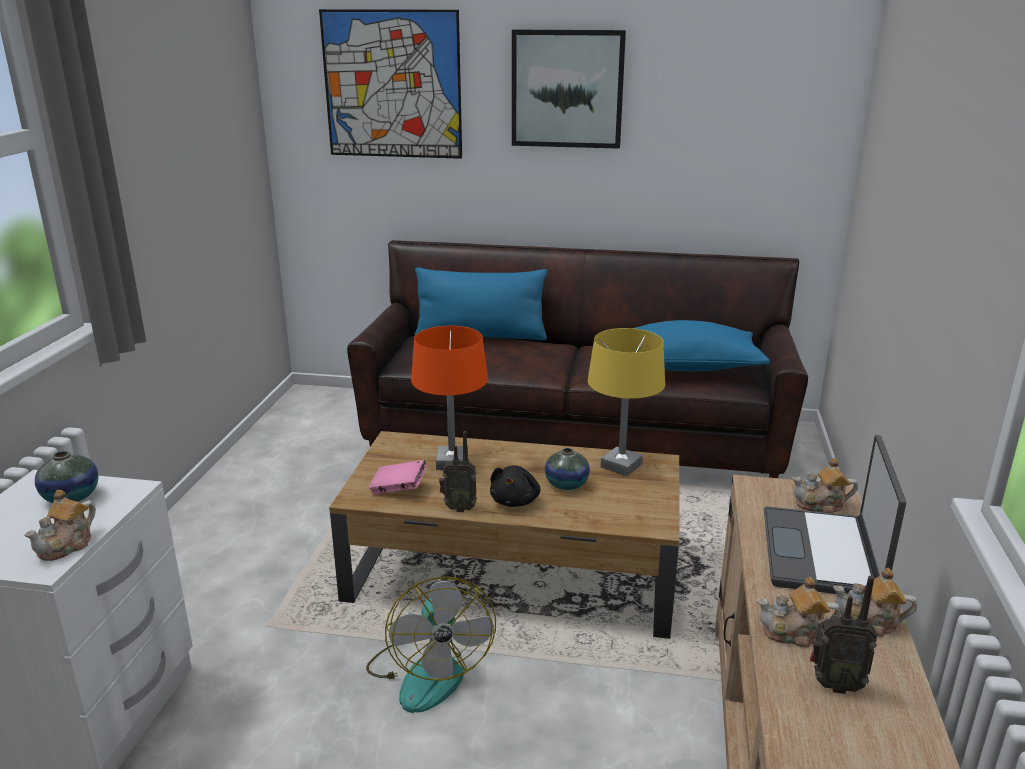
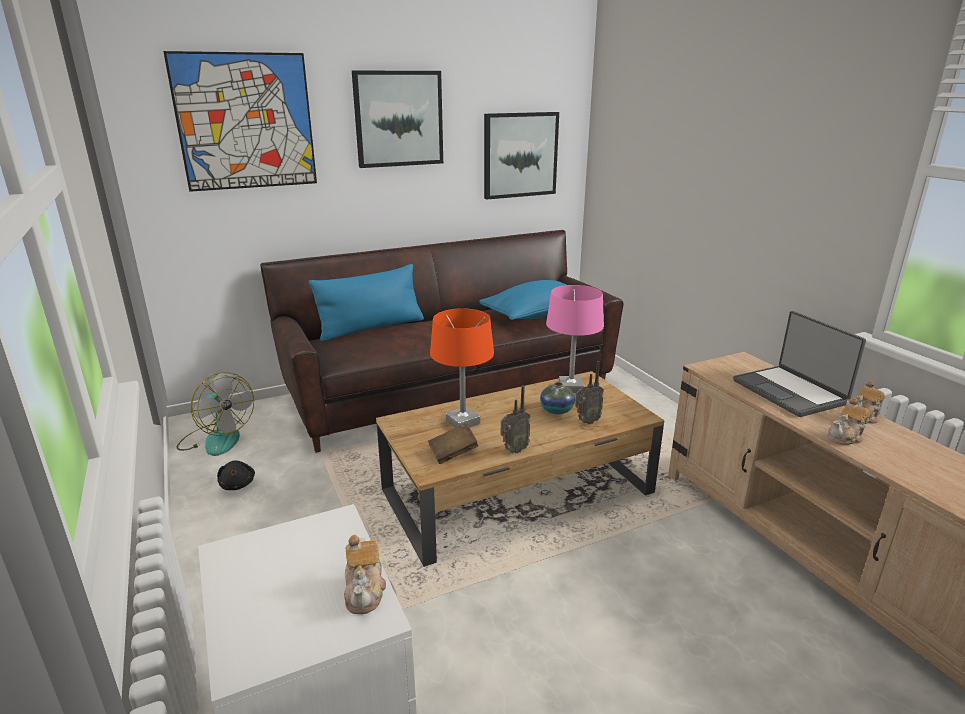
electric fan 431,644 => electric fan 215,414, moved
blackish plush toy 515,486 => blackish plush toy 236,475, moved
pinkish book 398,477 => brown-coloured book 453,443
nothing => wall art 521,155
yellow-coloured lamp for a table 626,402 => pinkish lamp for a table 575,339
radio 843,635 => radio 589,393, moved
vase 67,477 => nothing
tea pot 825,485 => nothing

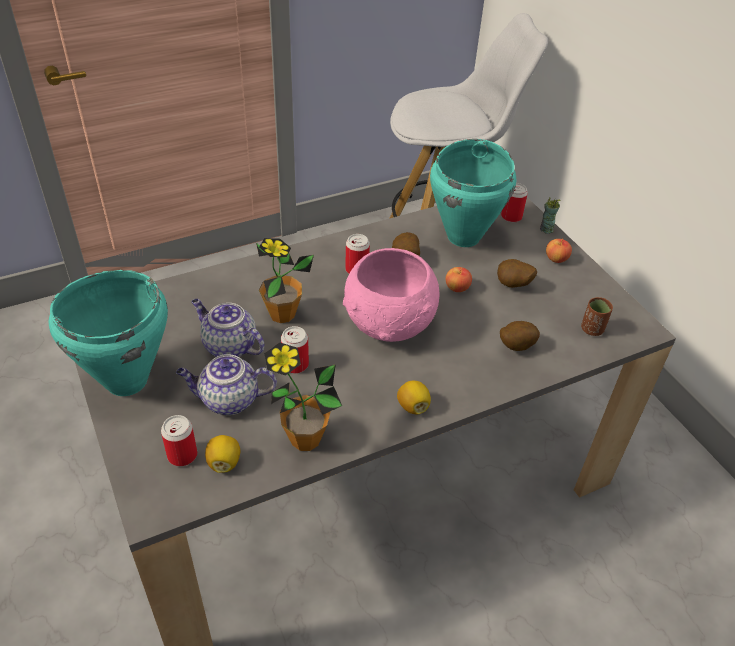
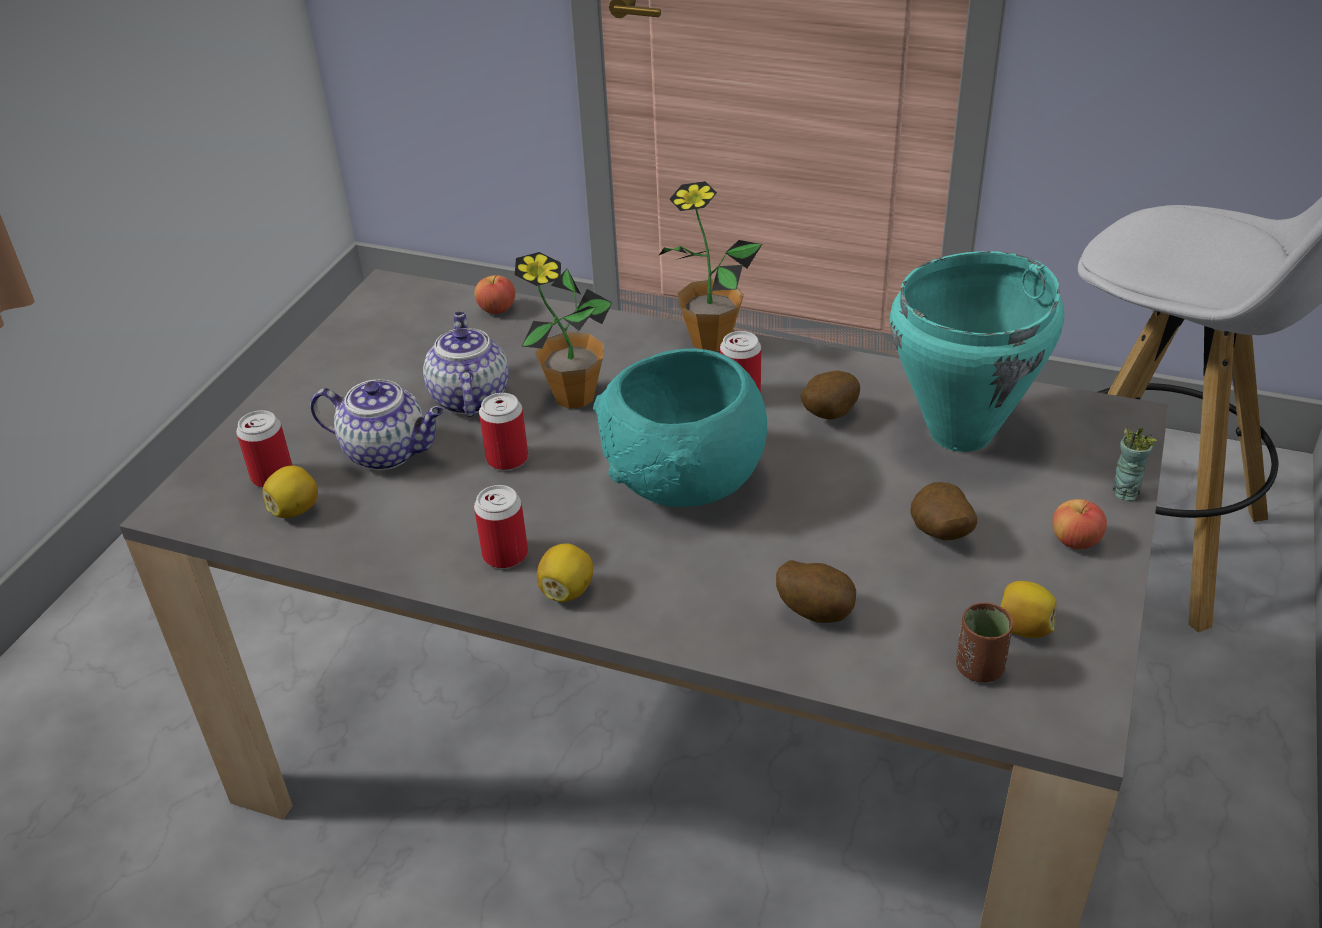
tea pot 226,384 => tea pot 377,424, 150 degrees clockwise
can 514,202 => can 501,527, moved
whole apple 459,279 => whole apple 495,294, moved
pinkish deep dish 391,295 => blue-green deep dish 680,427
plant in a pot 303,396 => plant in a pot 710,266, moved
nothing => lemon 1029,609
blue-green cooking pot 108,333 => nothing

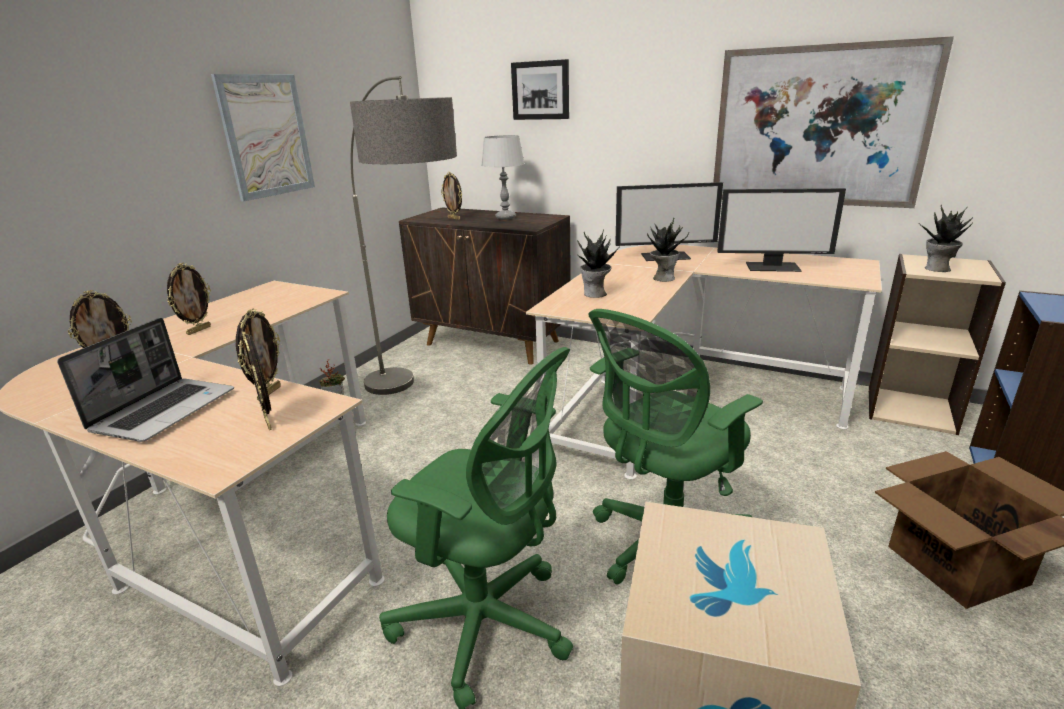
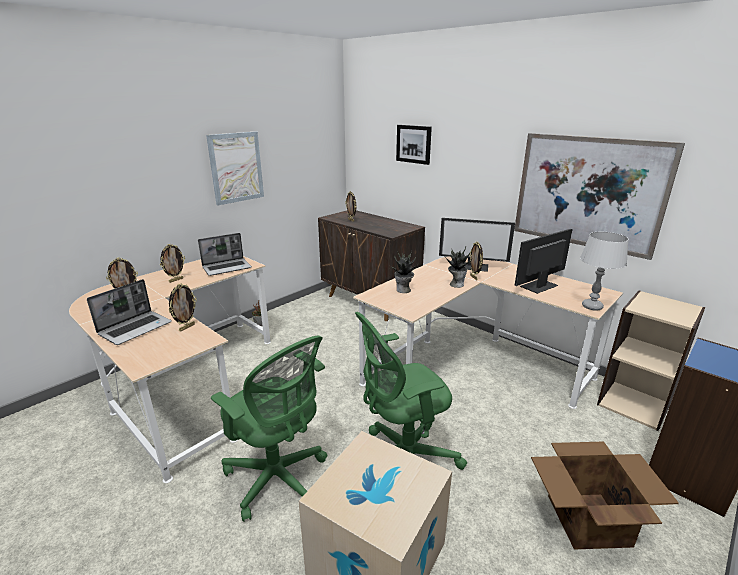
nothing => laptop 225,254
photo frame 257,380 => photo frame 476,260, moved
monitor 781,230 => monitor 544,261, 120 degrees clockwise
greyish lamp for a table 503,177 => greyish lamp for a table 604,271, moved
standing lamp 403,235 => nothing
plant in a pot 947,238 => nothing

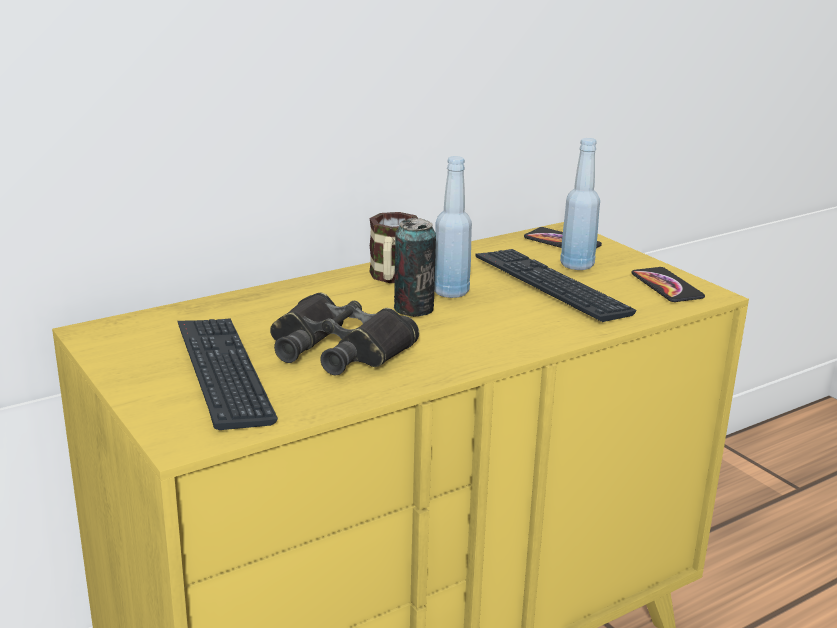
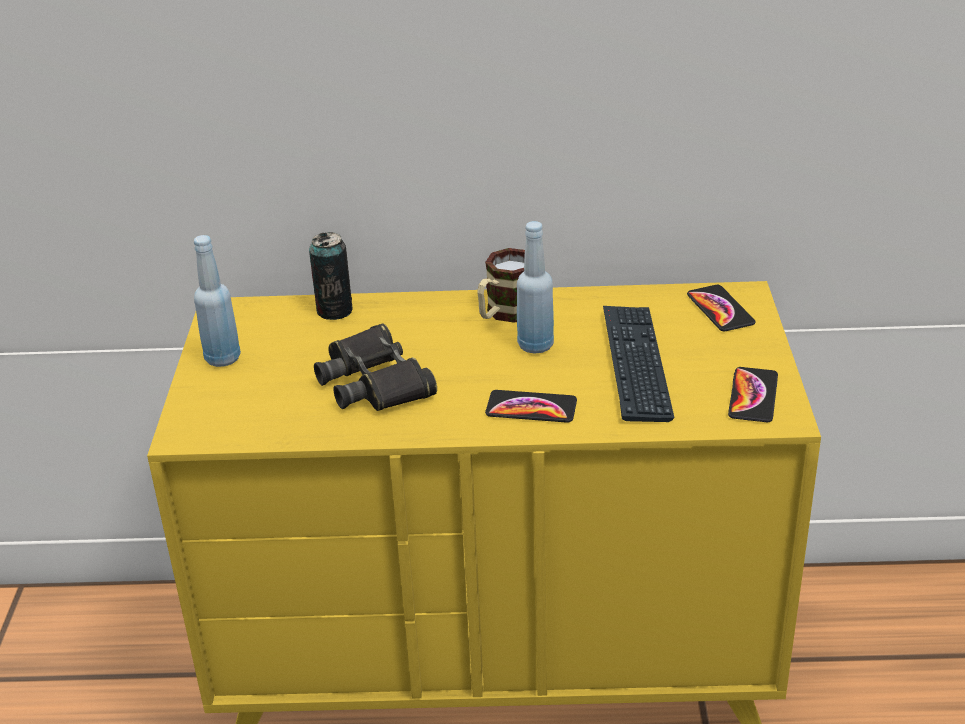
blue-coloured drink bottle 580,204 => blue-coloured drink bottle 217,301, moved
can 415,267 => can 331,276, moved
nothing => phone 531,406
computer keyboard 228,374 => nothing

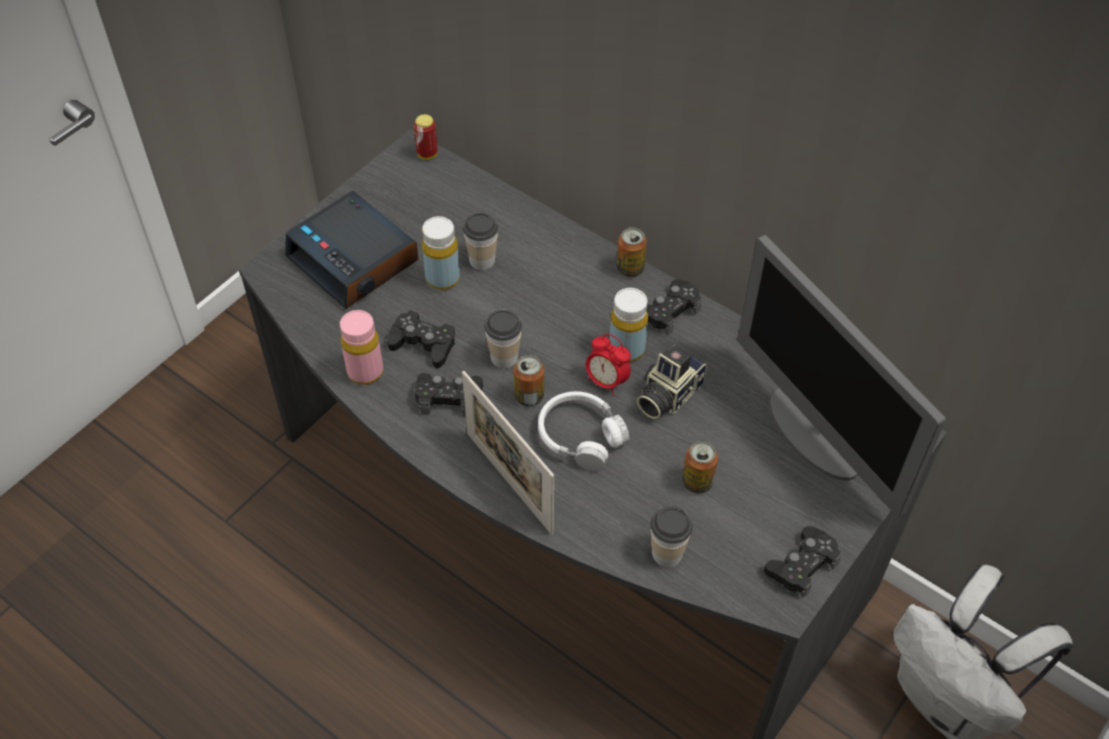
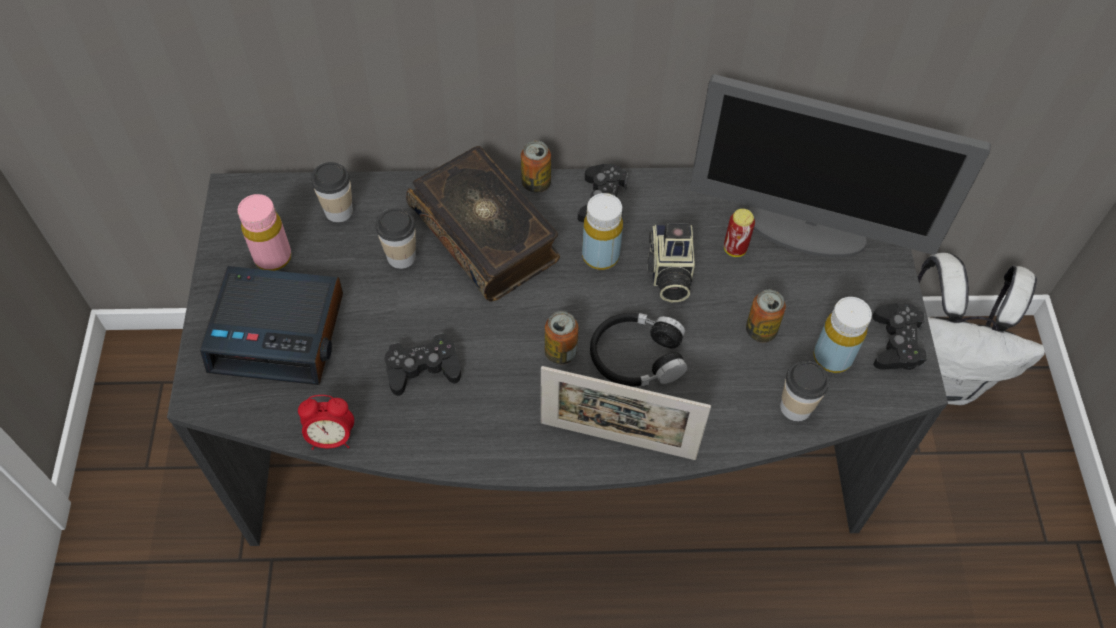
pinkish drink bottle 361,347 => pinkish drink bottle 265,232, moved
bedside clock 608,365 => bedside clock 326,422, moved
drinking cup 503,339 => drinking cup 332,192, moved
nothing => book 483,224
whitish headphones 583,431 => blackish headphones 638,350
can 426,137 => can 739,233, moved
yellow-coloured drink bottle 441,253 => yellow-coloured drink bottle 843,335, moved
blackish gamepad 449,394 => nothing

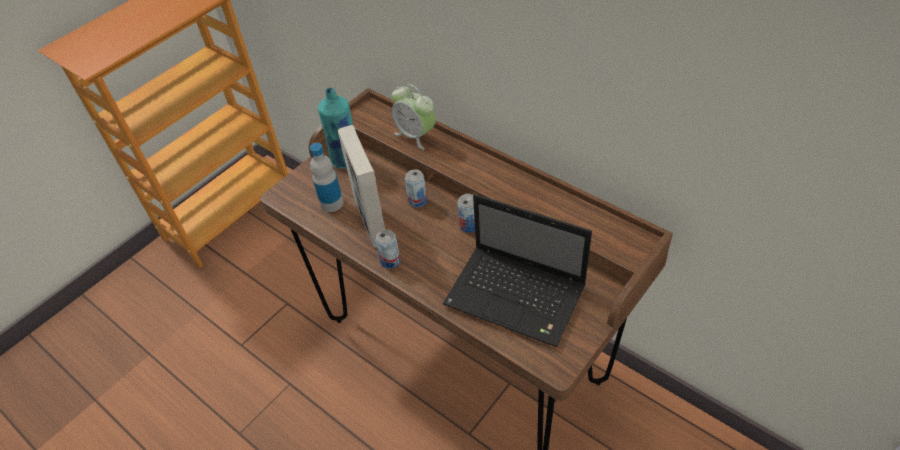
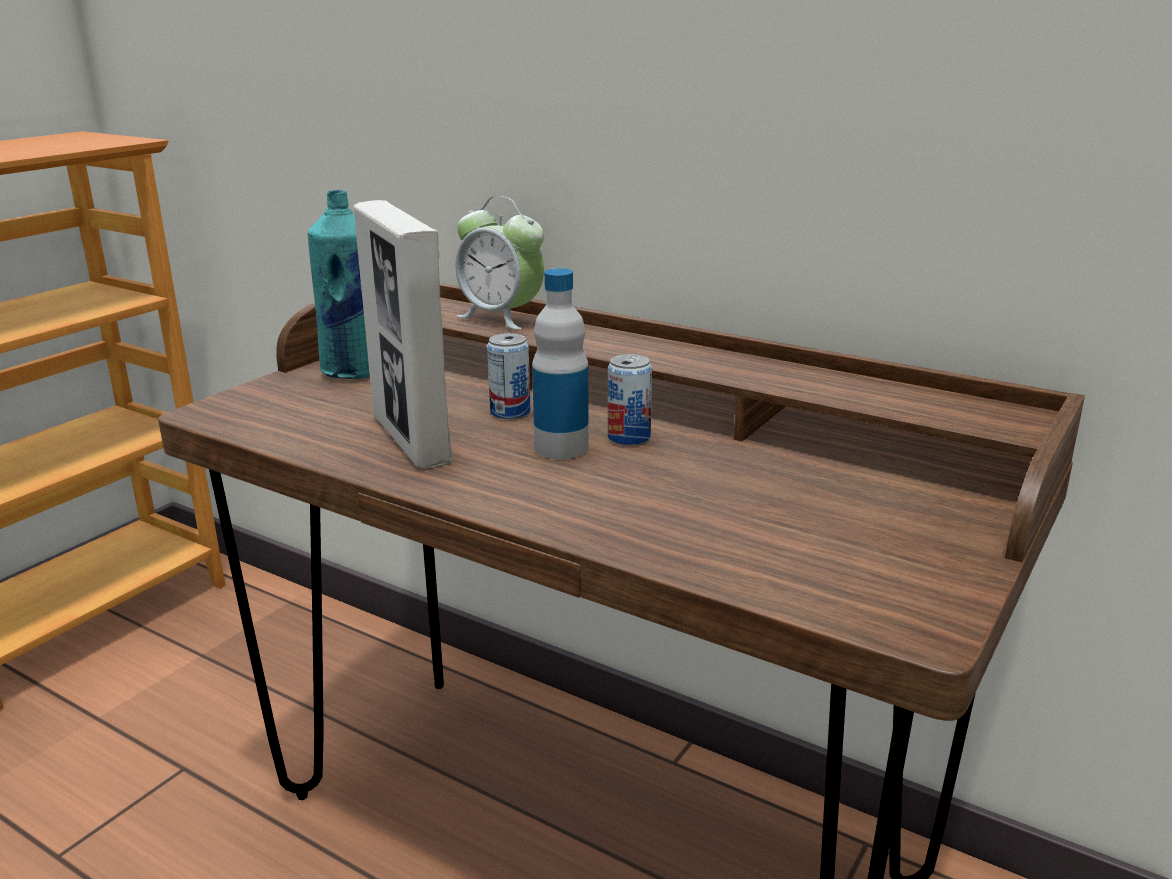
drink bottle 327,177 => drink bottle 560,363, moved
can 387,249 => nothing
laptop 517,270 => nothing

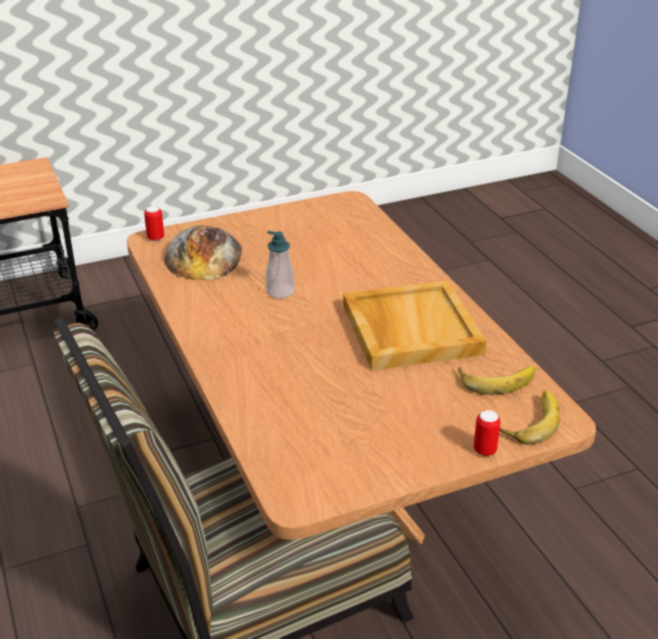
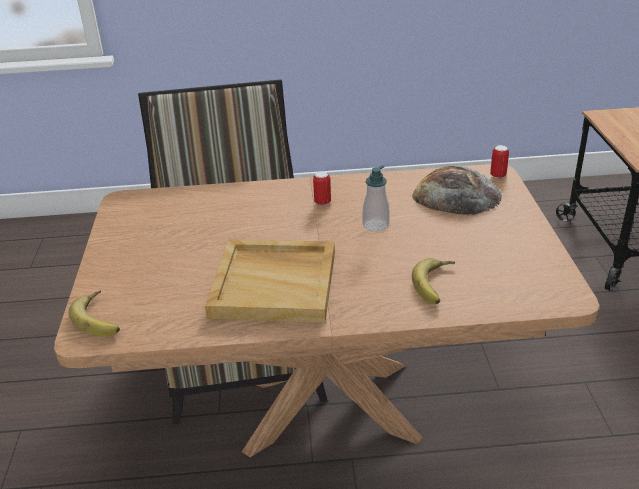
can 487,433 => can 322,188, moved
banana 496,380 => banana 433,281, moved

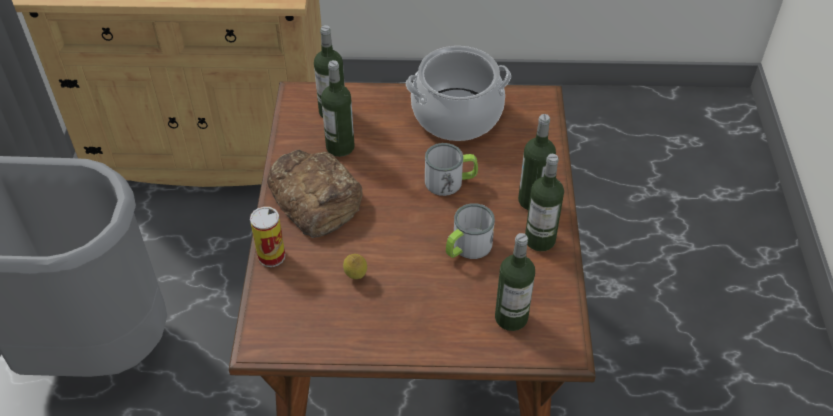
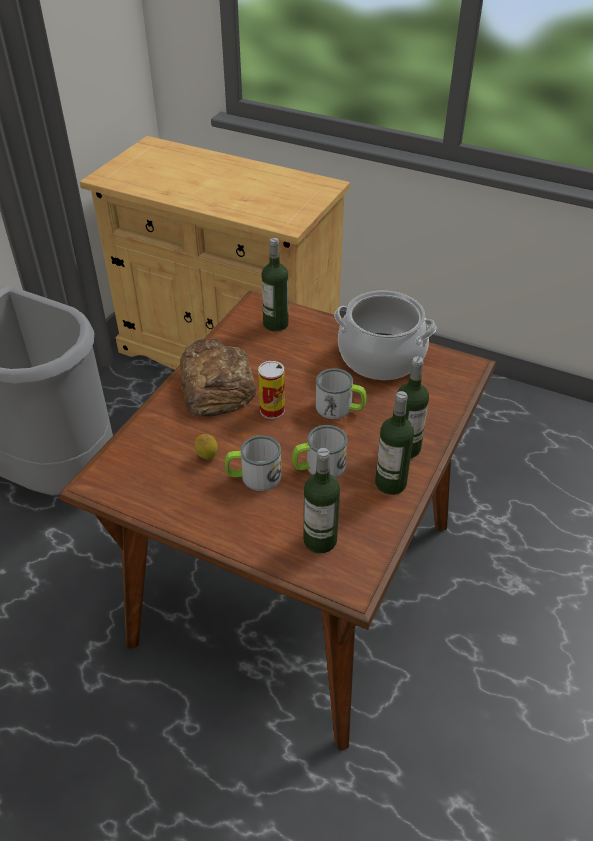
nothing => coffee mug 253,463
can 267,237 => can 271,390, moved
drink bottle 338,108 => nothing

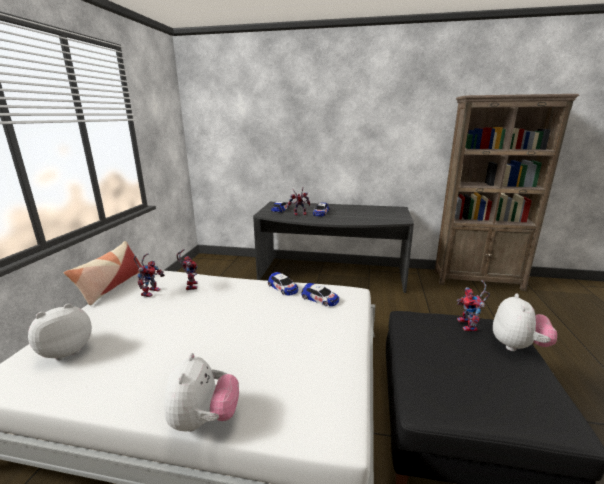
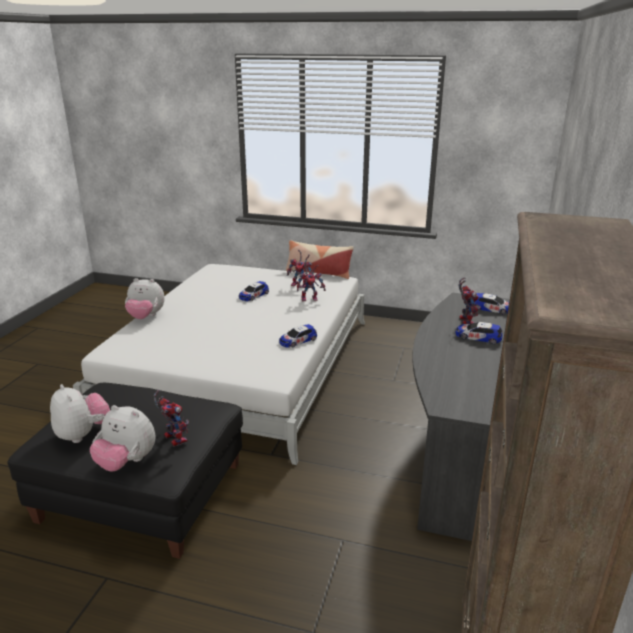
plush toy 60,331 => plush toy 80,413, moved
toy robot 473,305 => toy robot 171,418, 45 degrees clockwise
toy car 320,294 => toy car 254,291, moved

